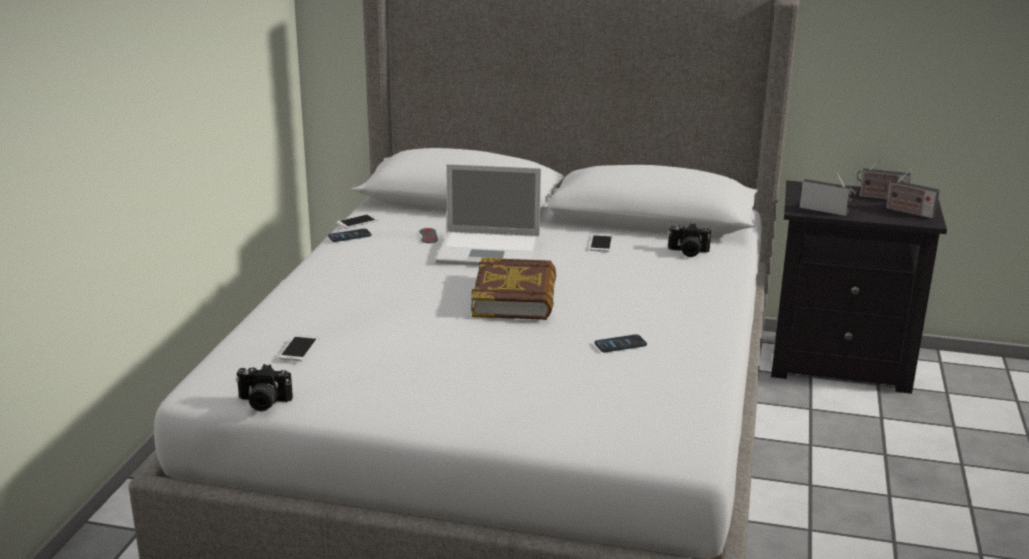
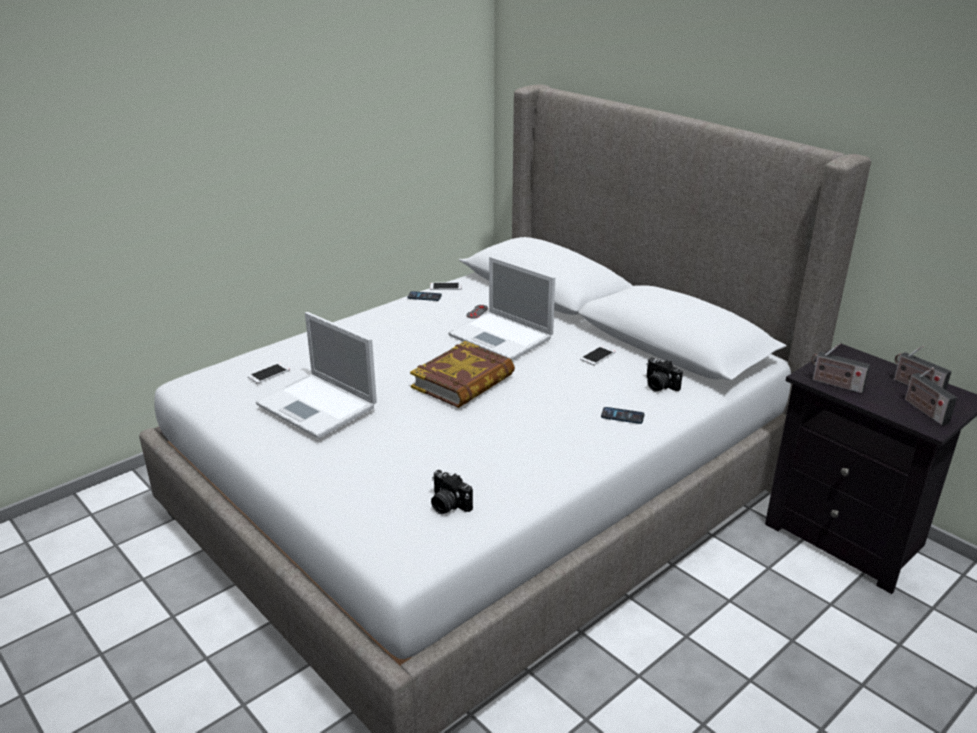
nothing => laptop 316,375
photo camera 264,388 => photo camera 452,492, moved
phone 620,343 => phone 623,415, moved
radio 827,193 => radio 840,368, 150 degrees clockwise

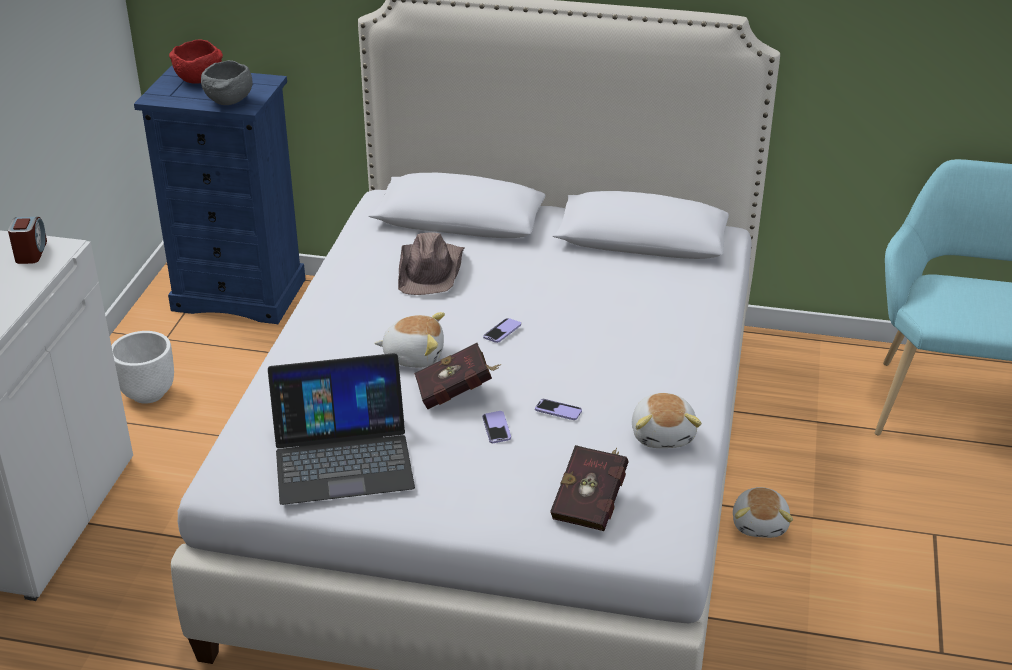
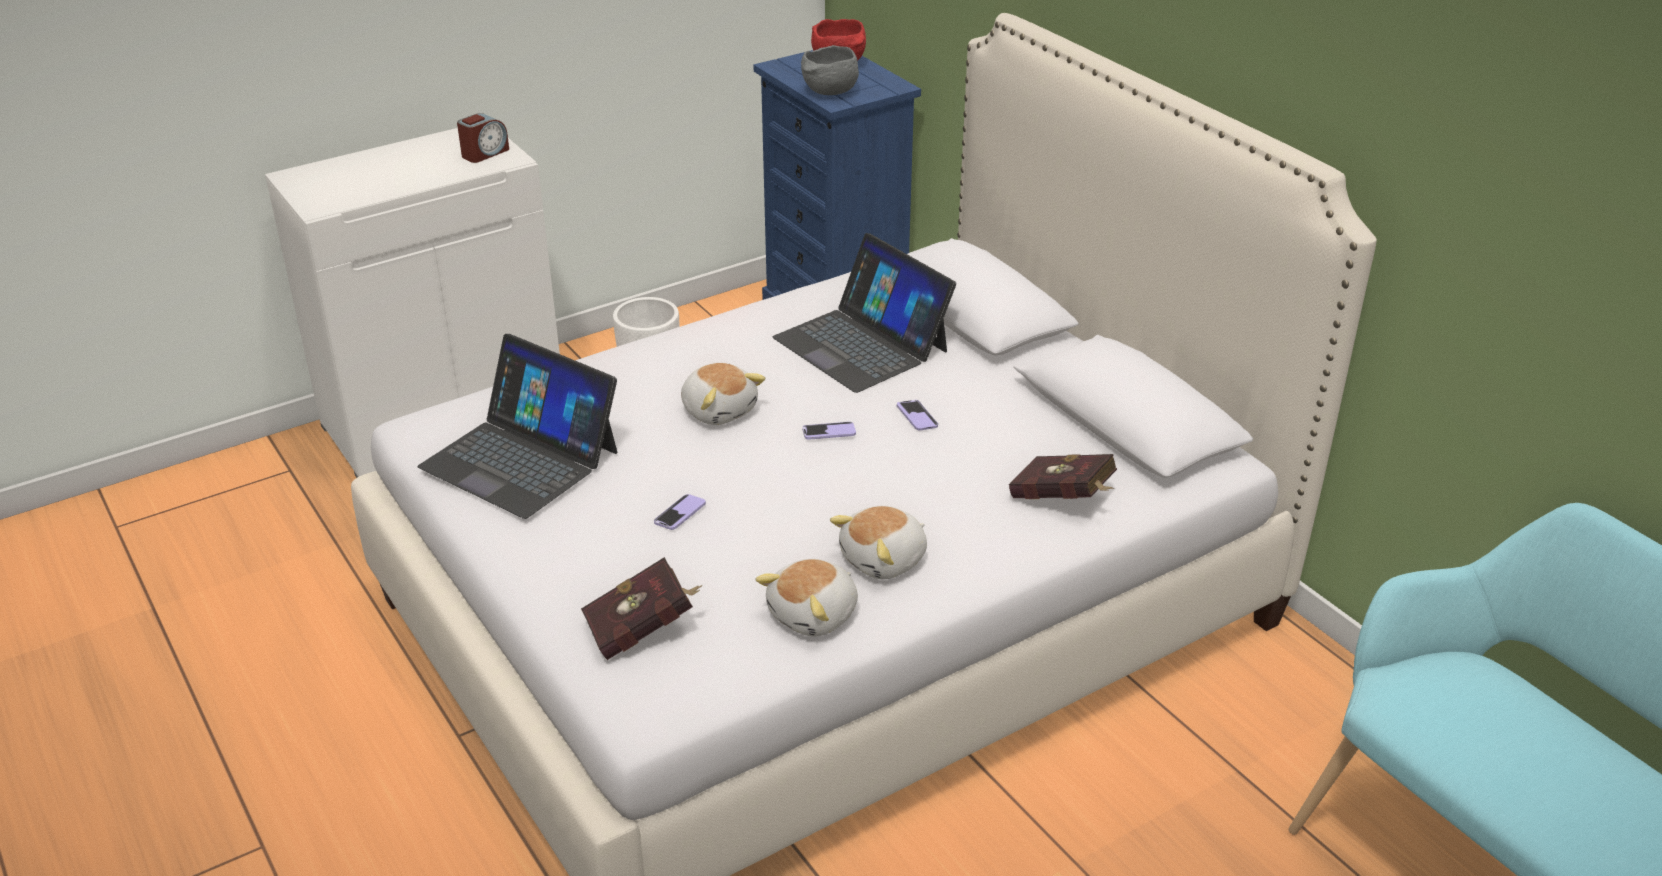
brown-coloured wearable hat 431,263 => laptop 864,313
plush toy 763,512 => plush toy 878,542, moved
phone 558,409 => phone 917,415, moved
reddish book 457,376 => reddish book 1063,476, moved

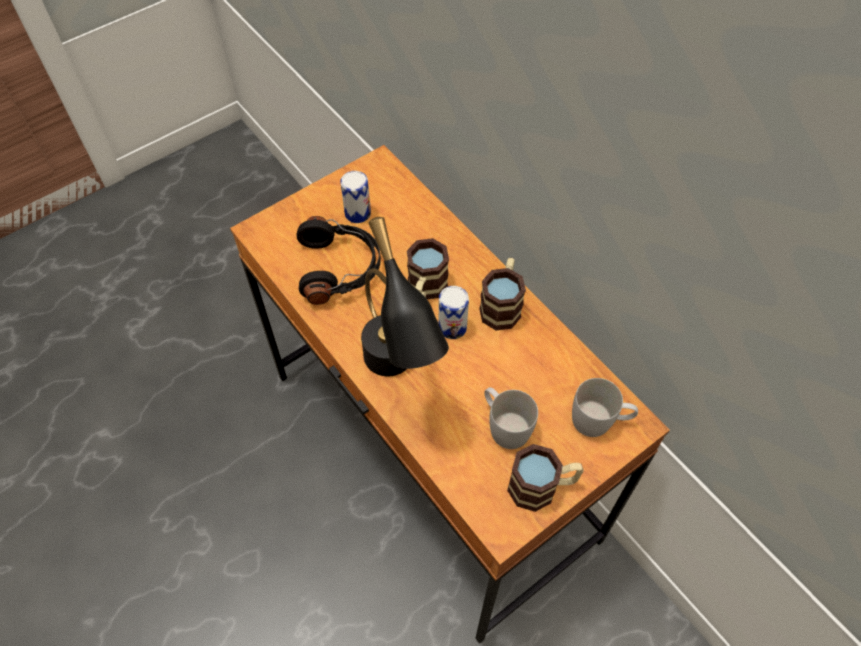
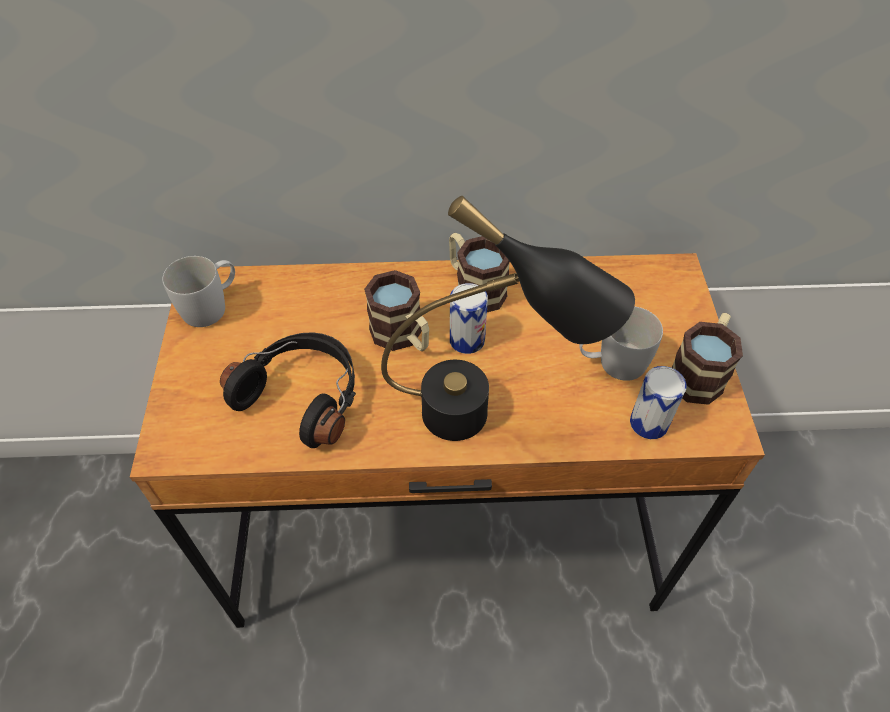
whitish coffee mug 605,407 => whitish coffee mug 198,291, moved
can 355,197 => can 658,402, moved

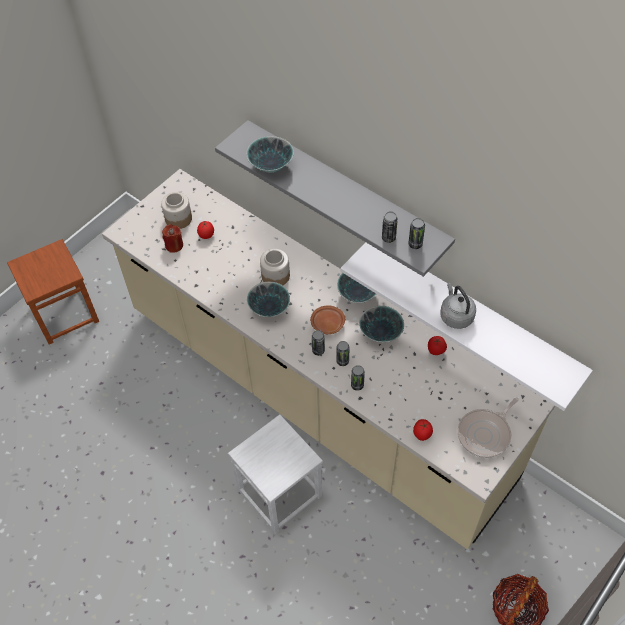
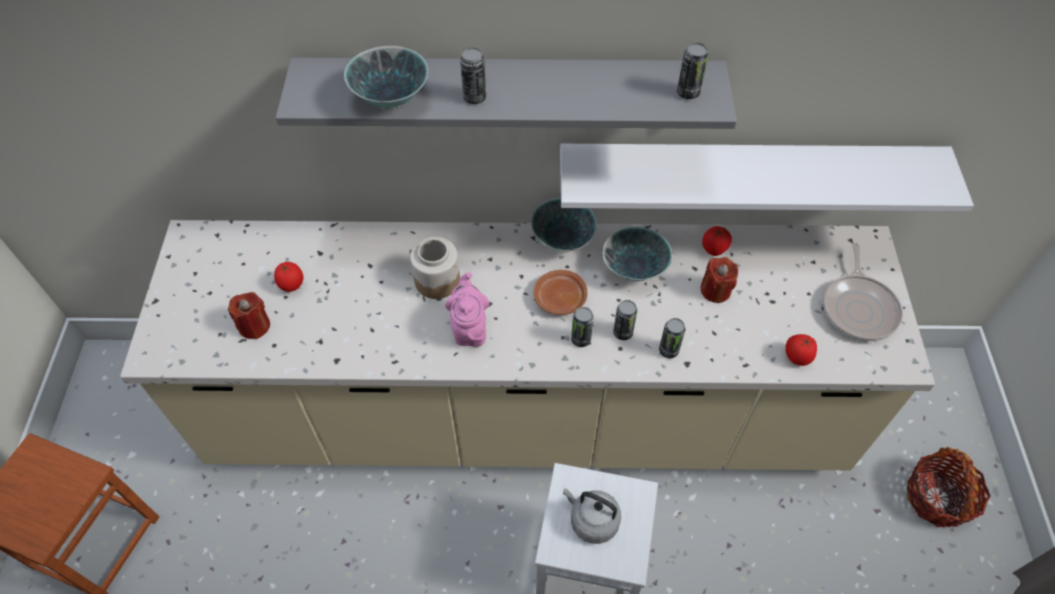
deep dish 268,299 => pinkish tea pot 467,309
can 390,227 => can 473,75, moved
greyish tea kettle 458,306 => greyish tea kettle 592,516, moved
nothing => reddish wax light 719,280
storage jar 176,210 => nothing

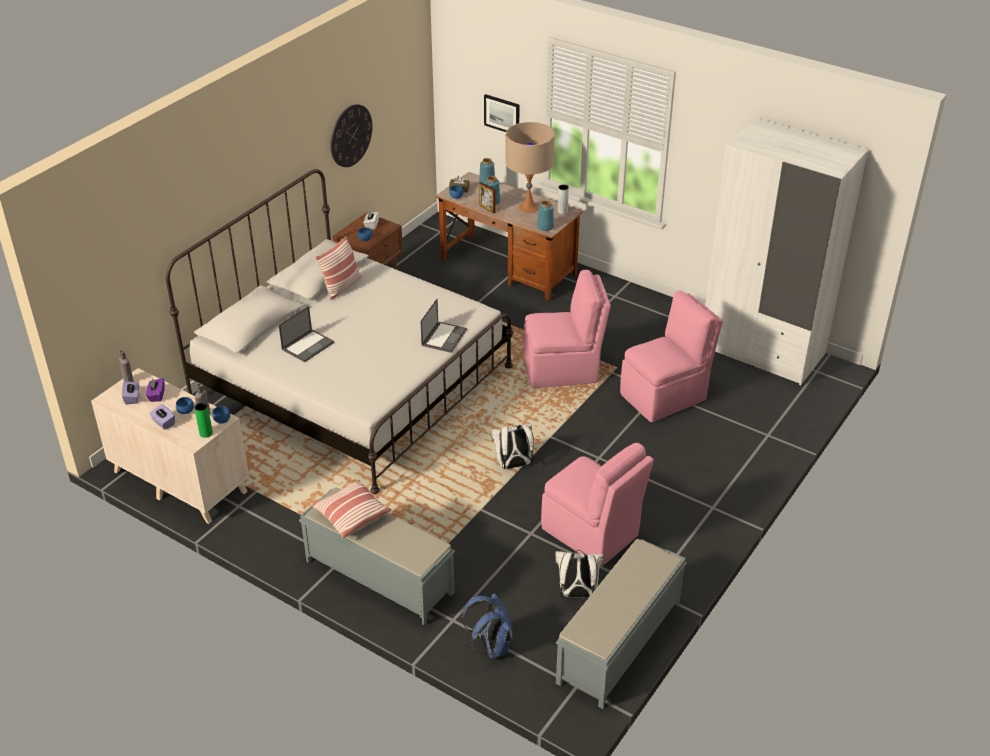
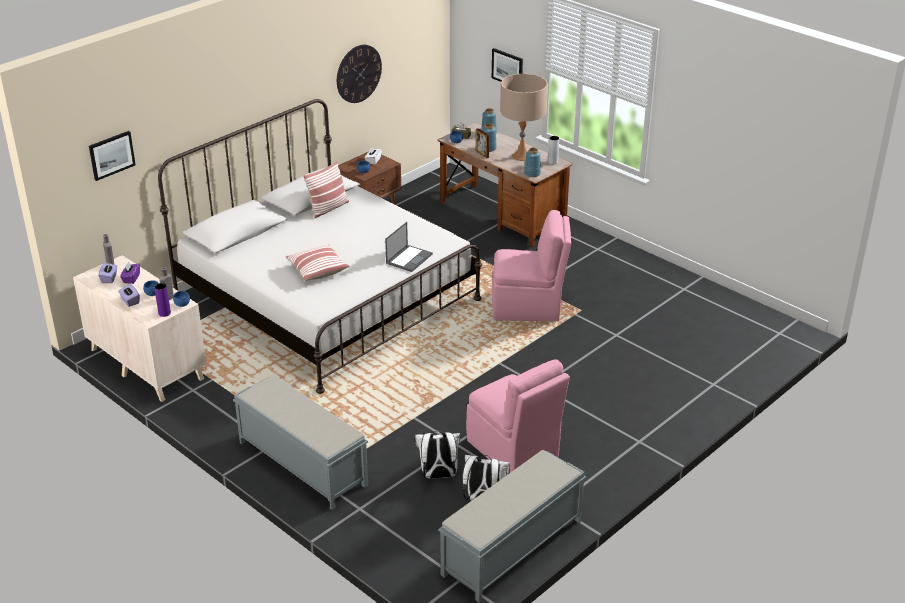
nothing => wall art 112,156
green vase 203,420 => purple-coloured vase 162,300
throw pillow 351,509 => throw pillow 318,263, moved
whitish rucksack 512,446 => whitish rucksack 437,455, moved
laptop 306,334 => nothing
blue-coloured rucksack 487,625 => nothing
pinkish plain chair 671,356 => nothing
whitish clothes cupboard 786,252 => nothing

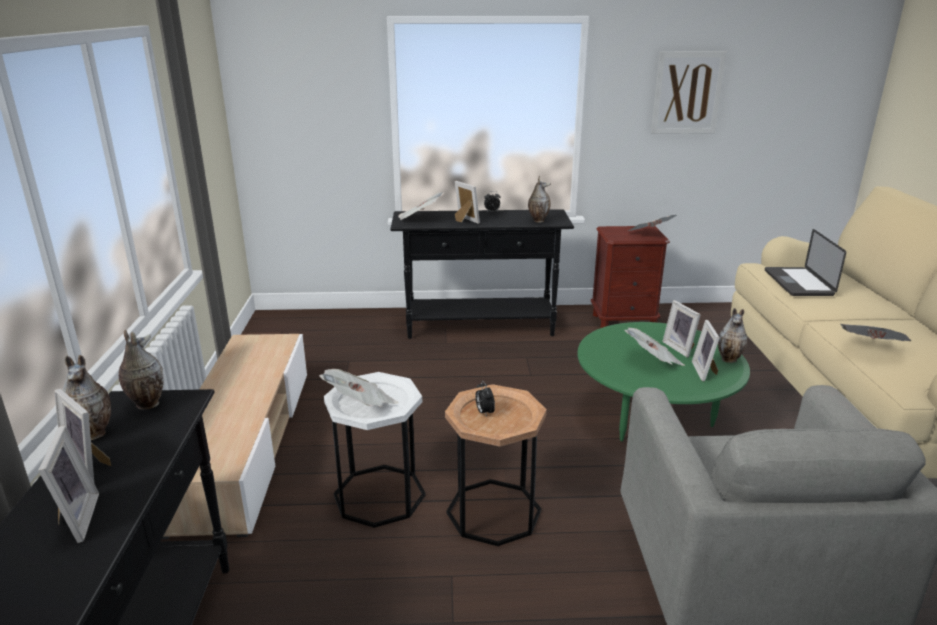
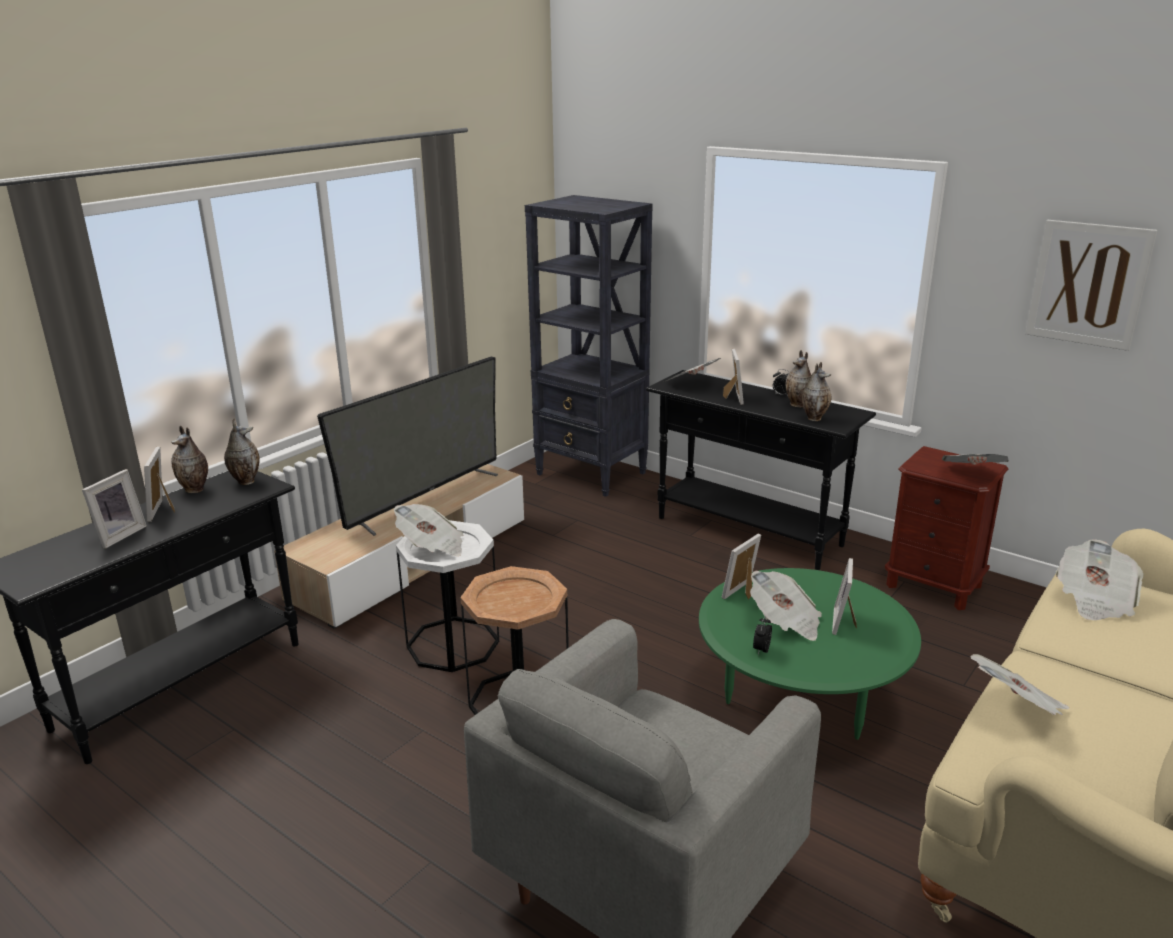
nothing => television 407,446
nothing => blackish bookcase 589,346
photo frame 706,351 => photo frame 741,567, moved
bedside clock 485,399 => bedside clock 762,635, moved
vase 733,335 => vase 799,378, moved
laptop 805,262 => daily paper 1100,579

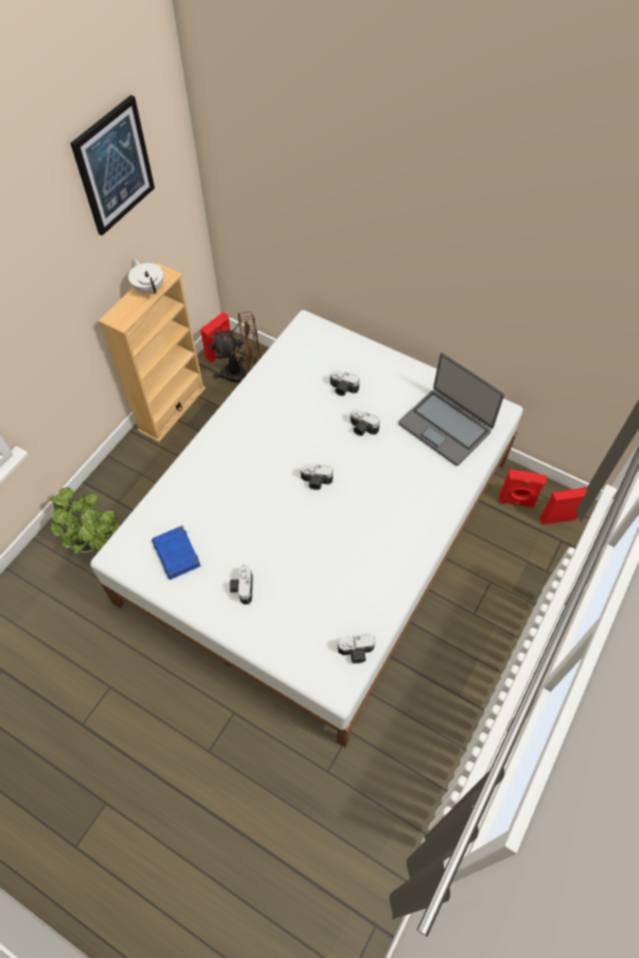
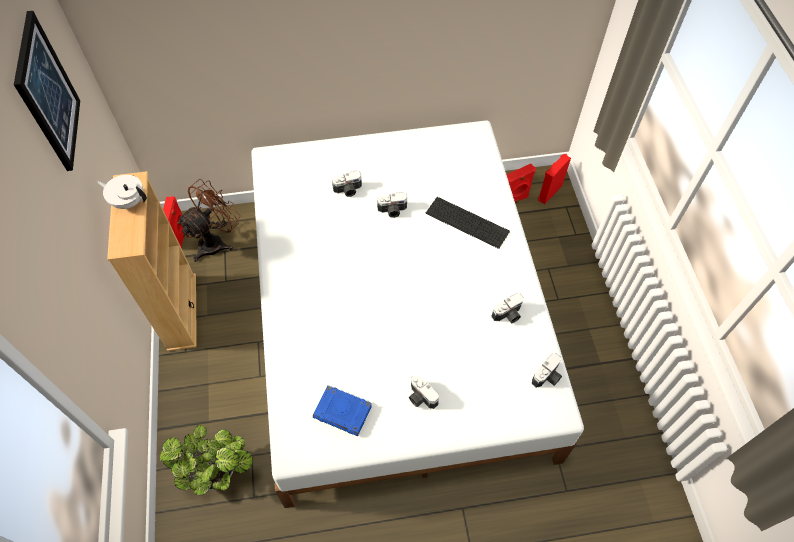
nothing => computer keyboard 468,223
photo camera 317,477 => photo camera 507,308, moved
laptop 452,409 => nothing

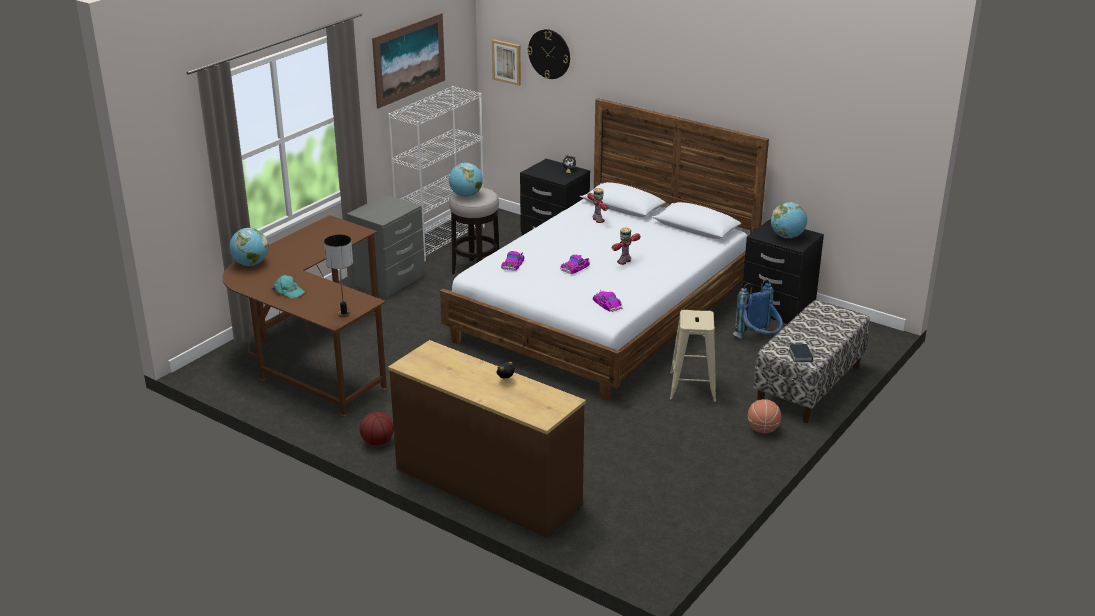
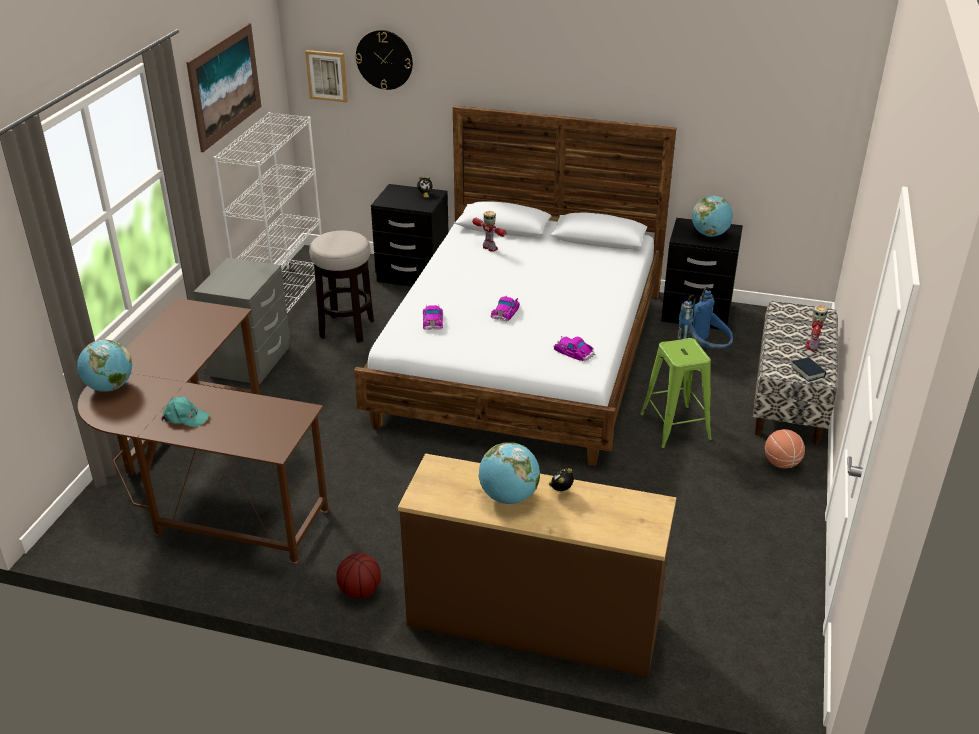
globe 466,180 => globe 509,473, moved
sand-coloured sitting stool 693,356 => green sitting stool 676,393
toy robot 626,246 => toy robot 816,328, moved
lamp for a table 338,276 => nothing

